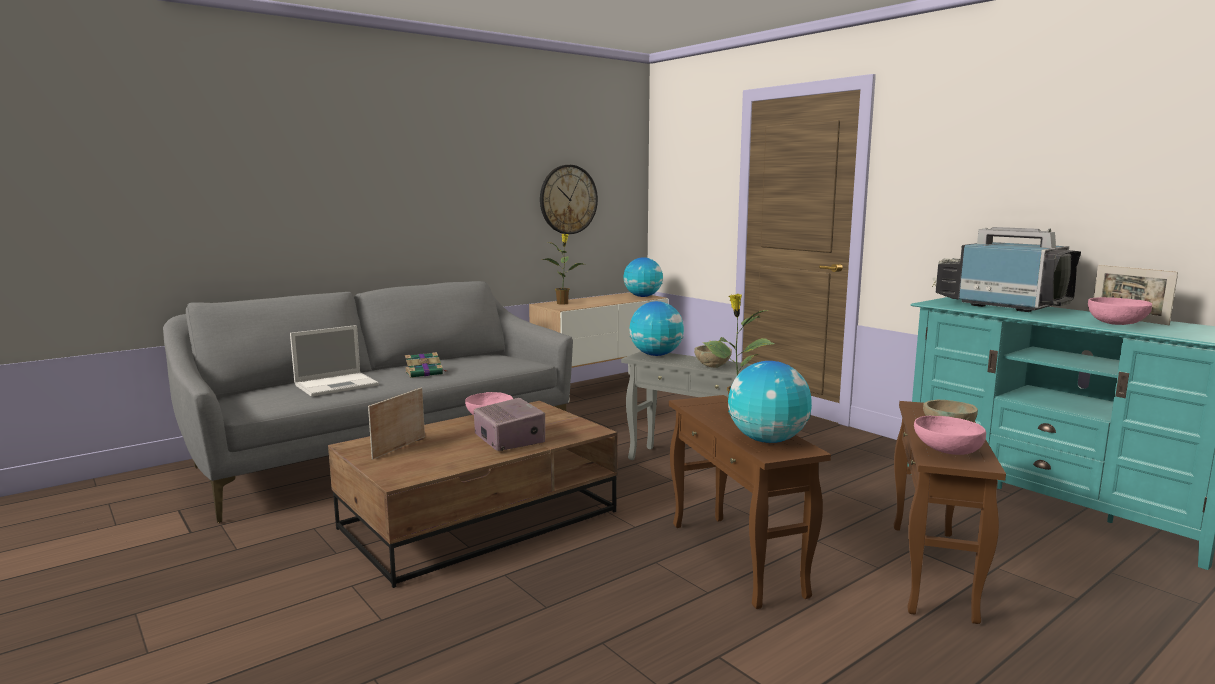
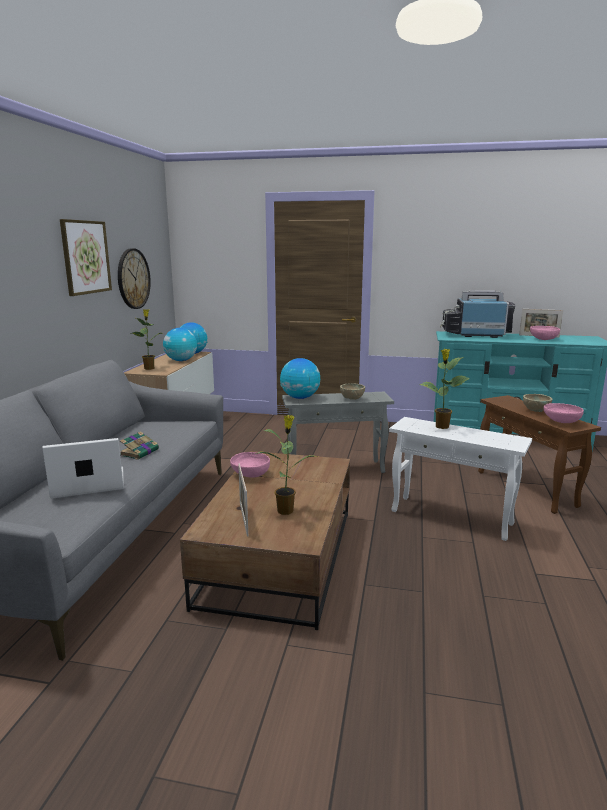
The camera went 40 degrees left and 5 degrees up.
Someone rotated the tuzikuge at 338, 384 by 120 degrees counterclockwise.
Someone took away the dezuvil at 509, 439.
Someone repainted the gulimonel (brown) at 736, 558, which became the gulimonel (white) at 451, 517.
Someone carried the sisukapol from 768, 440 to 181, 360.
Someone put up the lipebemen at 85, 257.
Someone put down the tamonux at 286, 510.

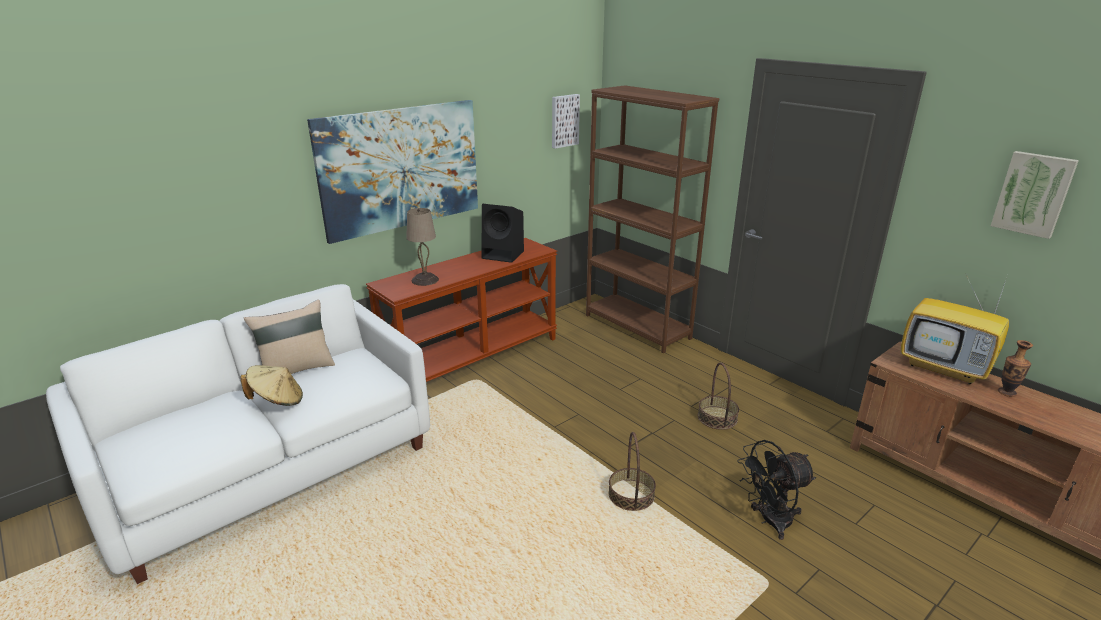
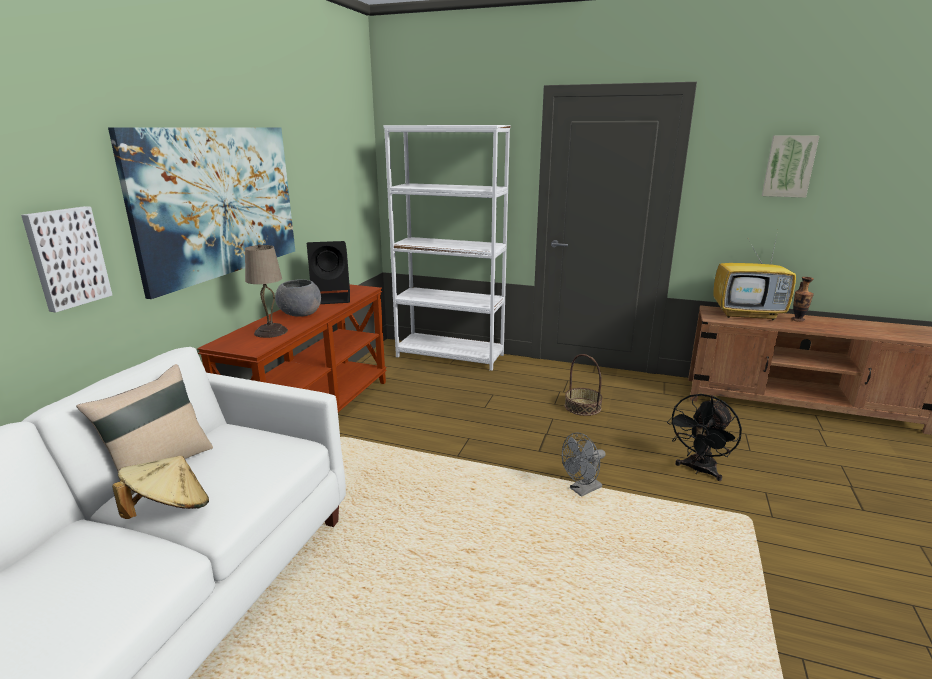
The camera went 30 degrees left and 5 degrees down.
Someone carried the lipebemen from 564, 120 to 66, 257.
Someone repainted the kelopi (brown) at 637, 327, which became the kelopi (white) at 450, 356.
Someone swapped the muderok at 631, 495 for the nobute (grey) at 582, 490.
Someone put down the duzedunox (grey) at 299, 313.

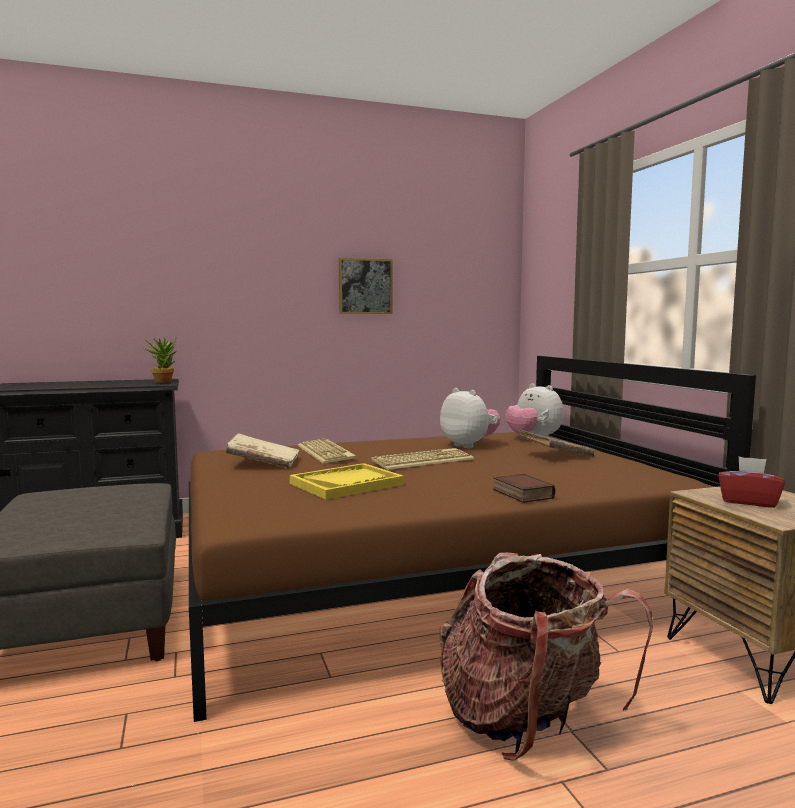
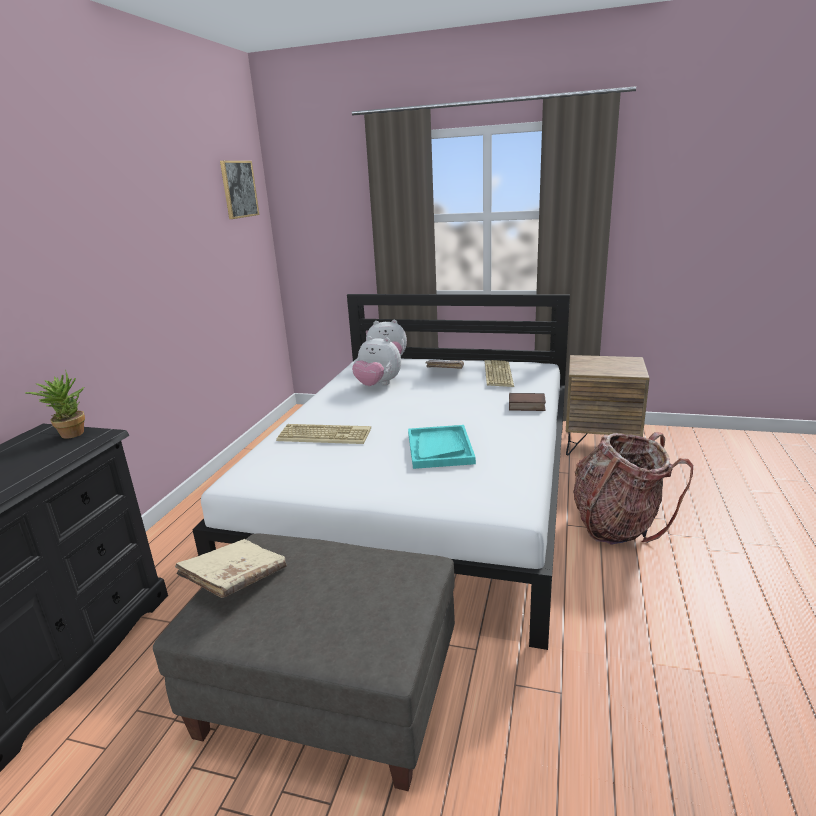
The camera went 55 degrees left and 15 degrees up.
Someone repainted the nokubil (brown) at 429, 578, which became the nokubil (white) at 424, 495.
Someone carried the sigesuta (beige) from 263, 463 to 235, 579.
Someone repainted the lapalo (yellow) at 346, 484, which became the lapalo (turquoise) at 439, 448.
Someone carried the lipebemen from 365, 286 to 239, 189.
Someone carried the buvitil from 422, 460 to 497, 374.
Someone rotated the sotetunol at 469, 445 by 150 degrees counterclockwise.
Someone took away the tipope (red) at 749, 501.

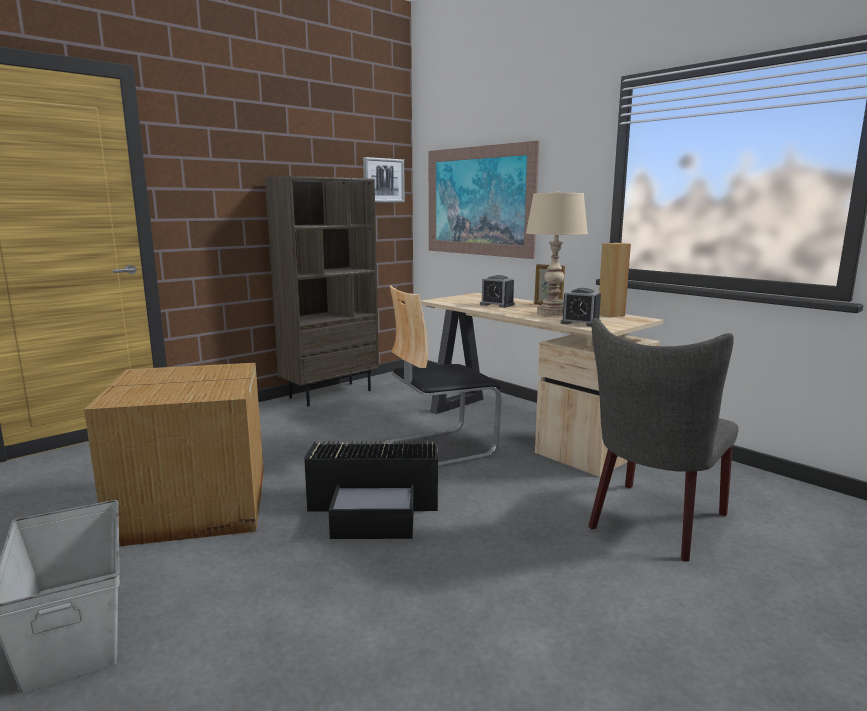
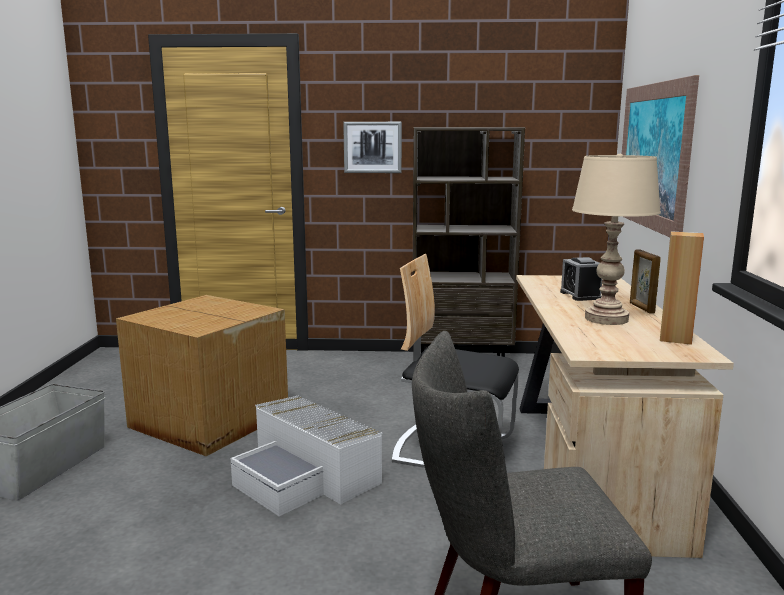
The camera went 45 degrees right and 0 degrees up.
Someone repainted the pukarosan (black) at 376, 506, which became the pukarosan (white) at 306, 476.
Someone carried the lipebemen from 383, 180 to 372, 147.
Someone took away the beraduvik at 580, 323.

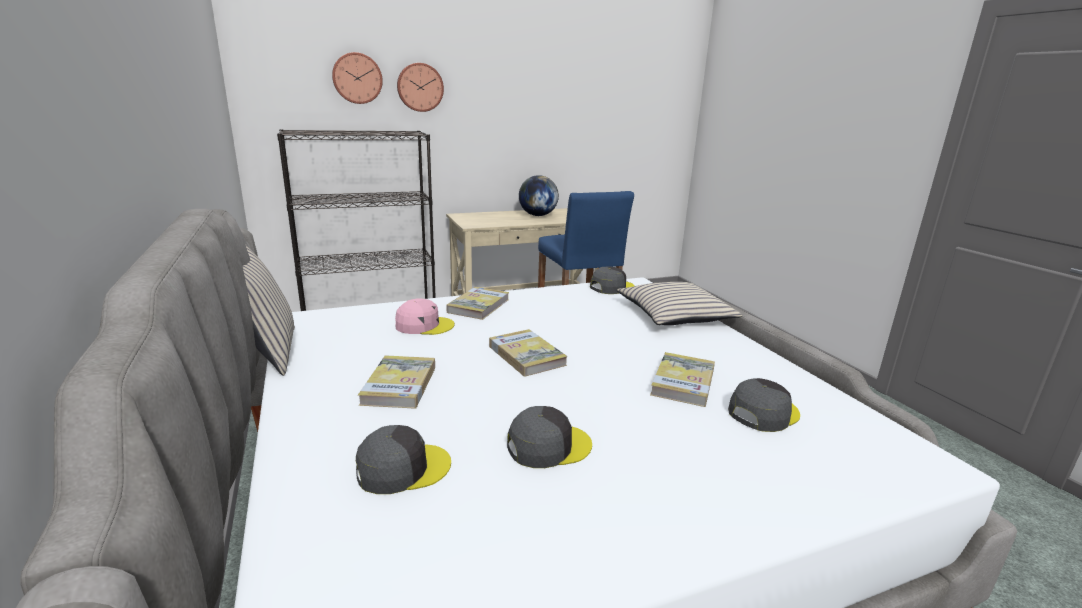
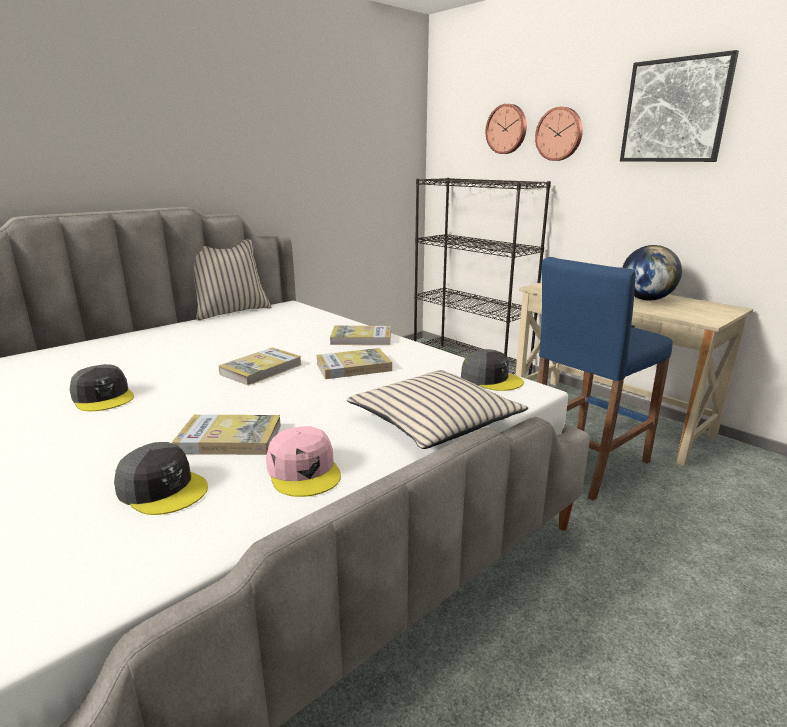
The camera went 70 degrees right and 0 degrees up.
Someone took away the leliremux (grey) at 402, 468.
Someone carried the sigesuta from 399, 385 to 353, 367.
Someone carried the leliremux (pink) from 424, 325 to 304, 471.
Someone put up the lipebemen at 675, 111.

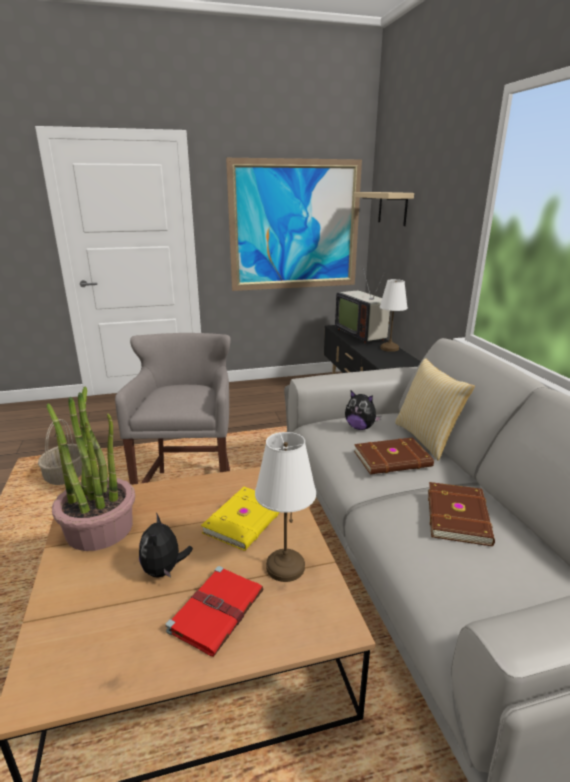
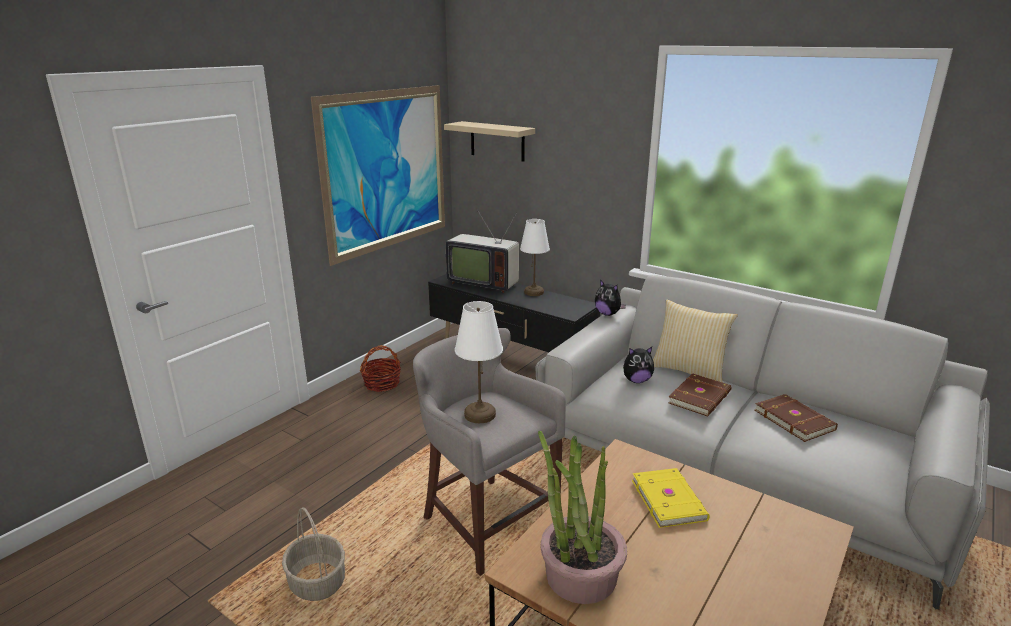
The camera went 40 degrees left and 0 degrees up.
Someone carried the sotetunol from 164, 570 to 608, 314.
Someone took away the sigesuta (red) at 217, 610.
Someone carried the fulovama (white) from 285, 567 to 480, 415.
Someone put down the muderok at 382, 383.

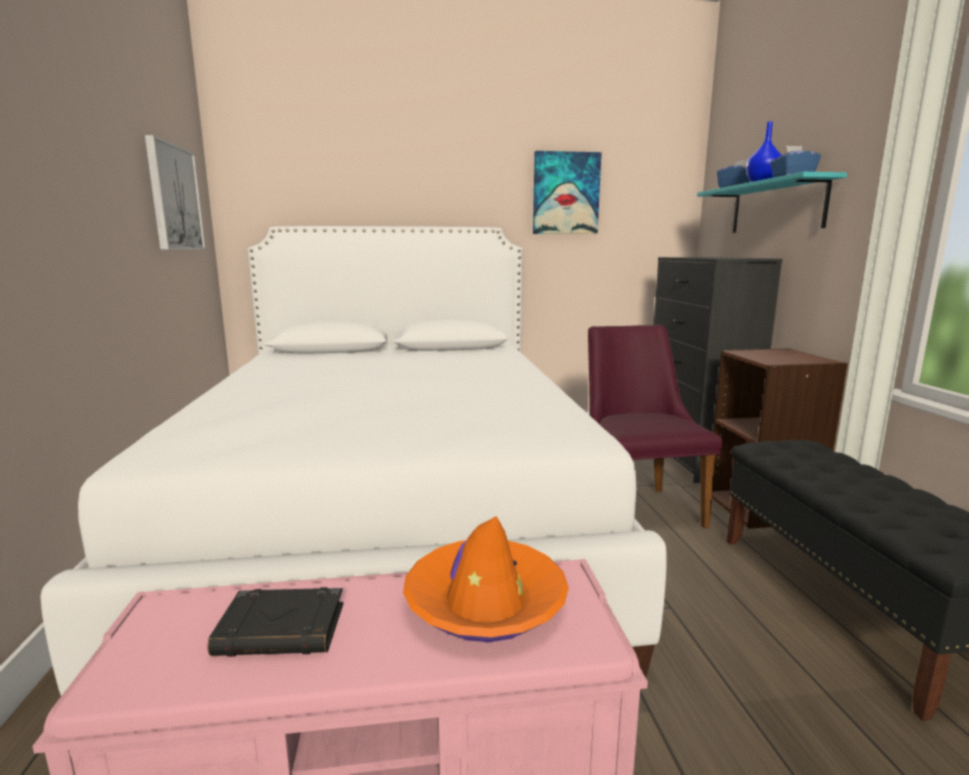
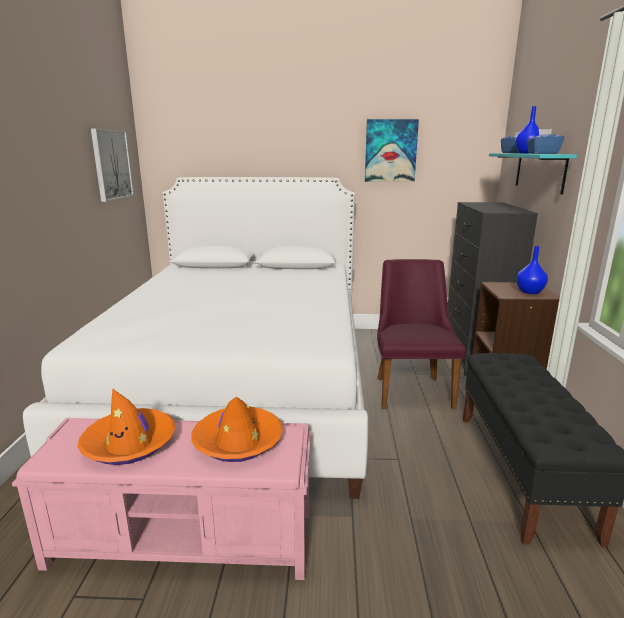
The camera went 10 degrees right and 5 degrees up.
Someone swapped the sigesuta (black) at 283, 629 for the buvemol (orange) at 130, 444.
Someone put down the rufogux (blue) at 529, 292.

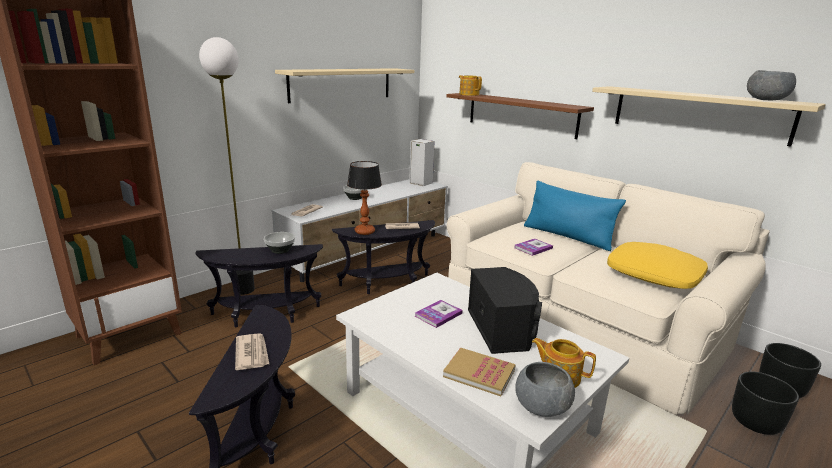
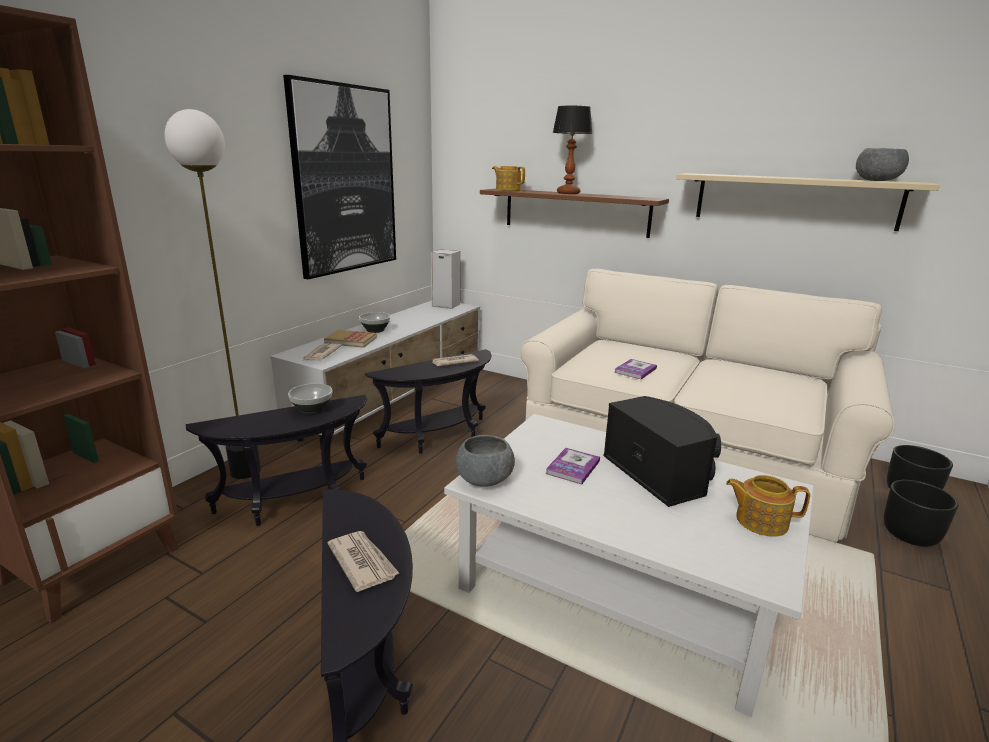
The camera went 15 degrees left and 0 degrees up.
Someone swapped the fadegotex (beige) at 341, 84 for the lipebemen at 345, 180.
Someone carried the fulovama from 365, 232 to 568, 193.
Someone carried the sigesuta from 479, 373 to 351, 340.
Someone carried the duzedunox (grey) from 541, 406 to 484, 479.
Someone took away the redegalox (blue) at 567, 236.
Someone took away the redegalox (yellow) at 654, 275.

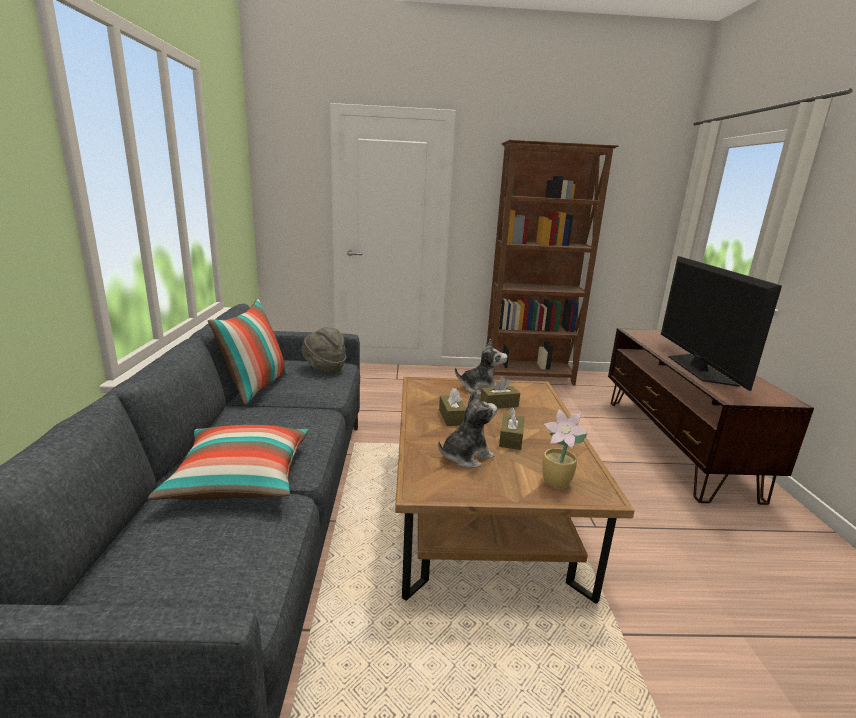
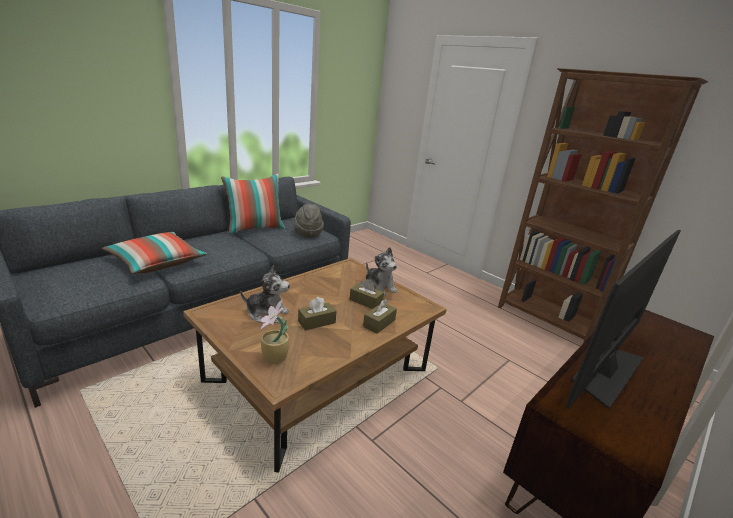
The camera went 45 degrees right and 5 degrees up.
Someone carried the tipope (brown) from 452, 417 to 379, 323.

